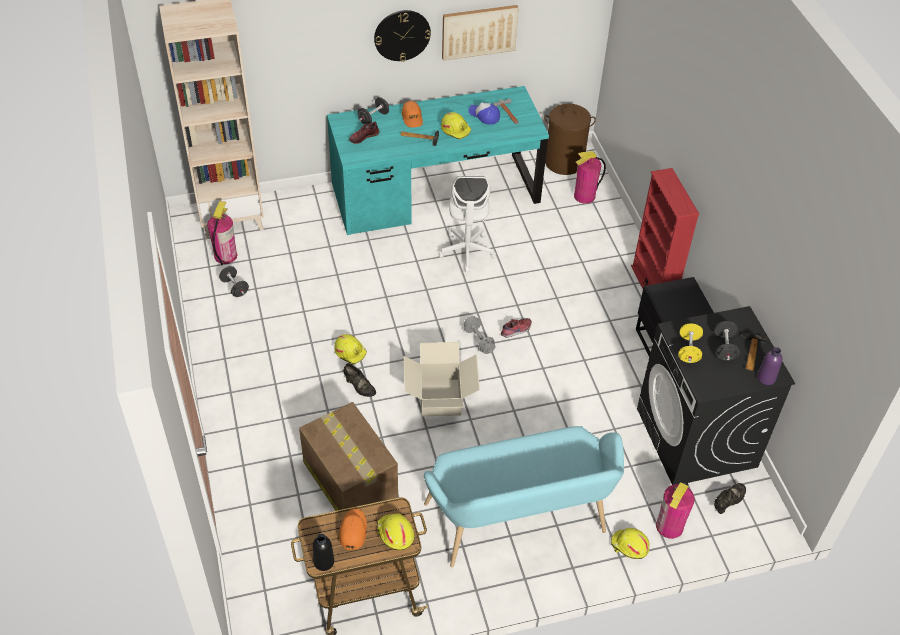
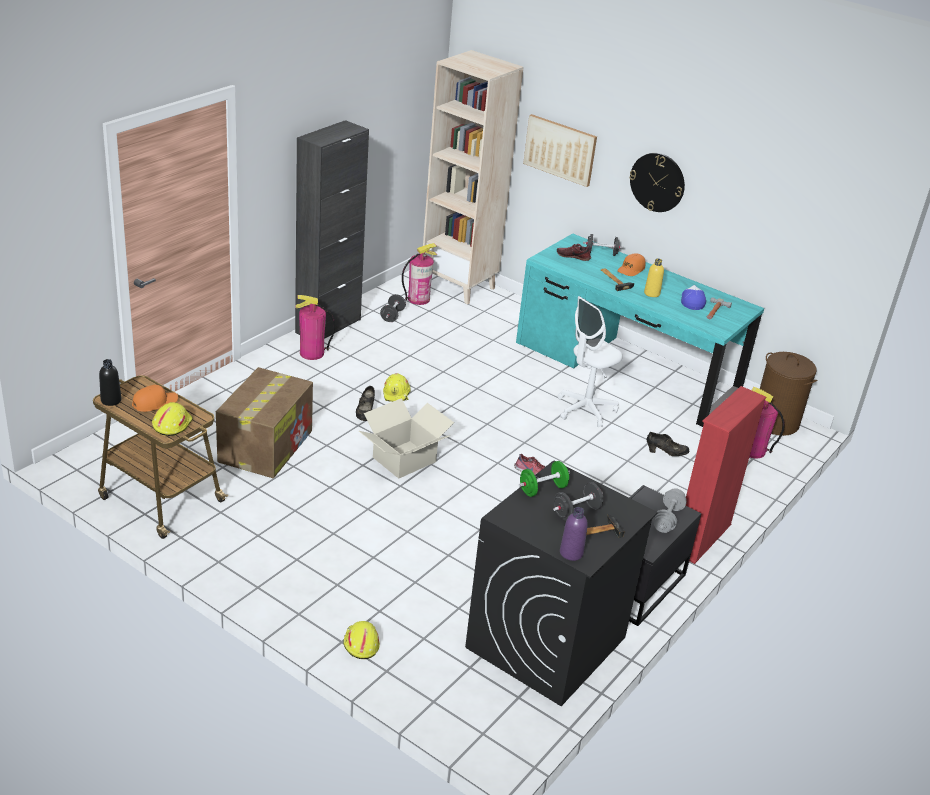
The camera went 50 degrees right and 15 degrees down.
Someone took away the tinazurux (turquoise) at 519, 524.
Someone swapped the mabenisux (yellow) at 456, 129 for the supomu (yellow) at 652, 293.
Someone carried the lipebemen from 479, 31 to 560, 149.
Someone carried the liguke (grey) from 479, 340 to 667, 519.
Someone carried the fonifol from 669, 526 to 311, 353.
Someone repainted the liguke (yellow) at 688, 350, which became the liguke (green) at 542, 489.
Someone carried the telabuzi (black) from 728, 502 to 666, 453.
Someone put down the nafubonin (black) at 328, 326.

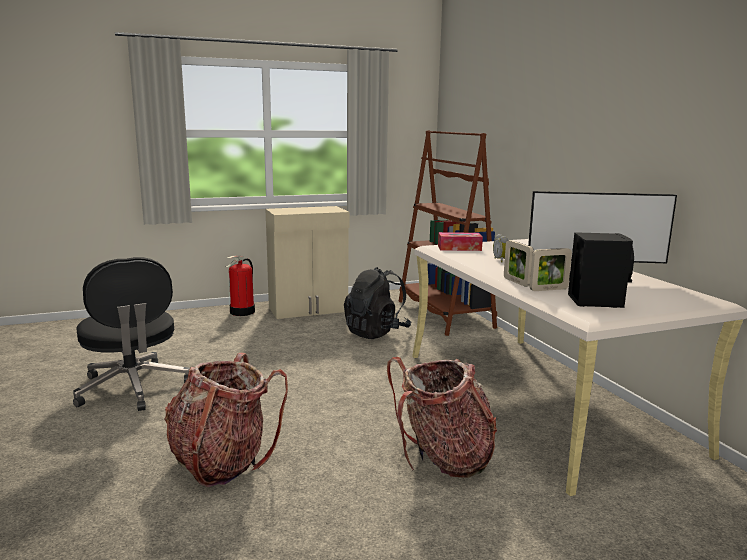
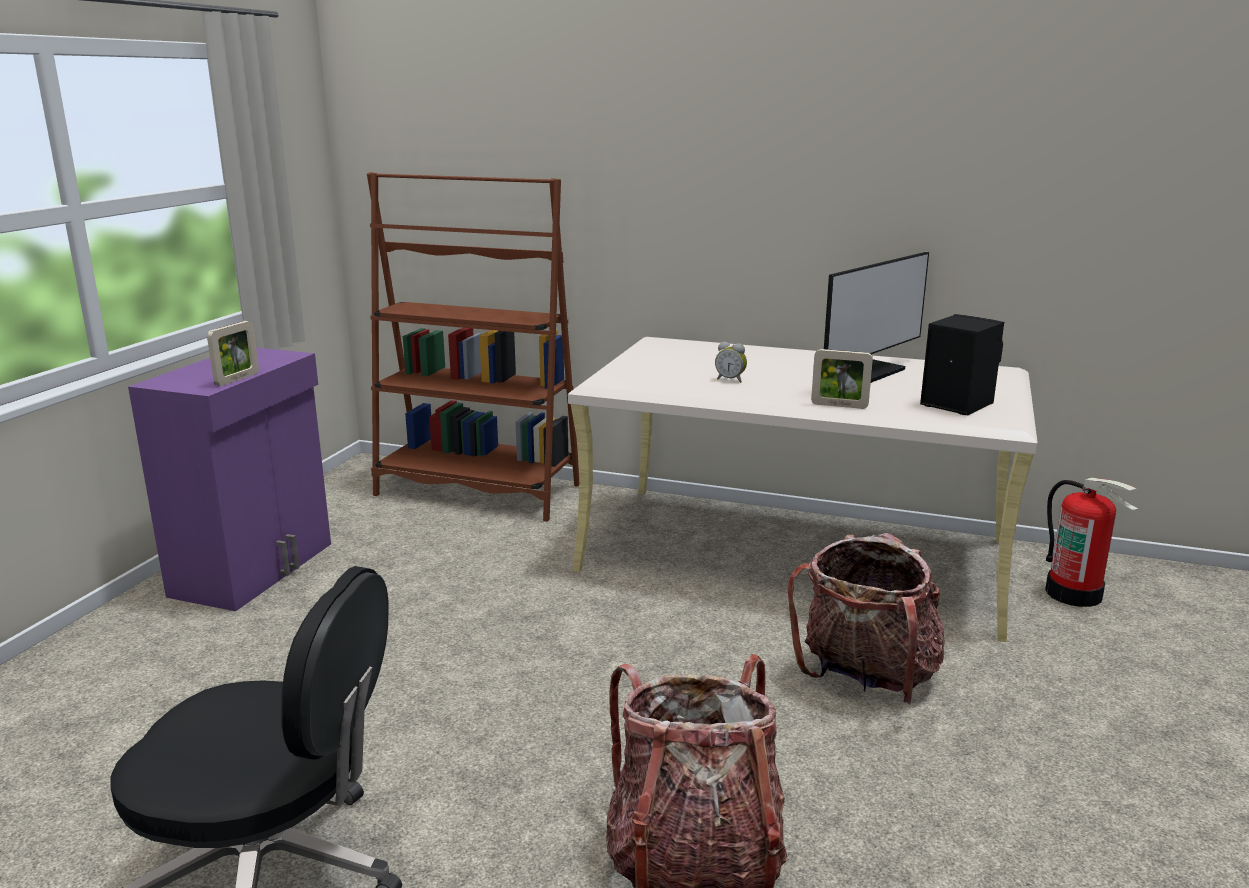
The camera went 50 degrees left and 5 degrees up.
Someone carried the fonifol from 242, 312 to 1074, 593.
Someone repainted the nafubonin (beige) at 309, 309, which became the nafubonin (purple) at 256, 569.
Someone took away the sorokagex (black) at 376, 332.
Someone took away the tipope at 459, 248.
Someone carried the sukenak from 548, 289 to 237, 379.

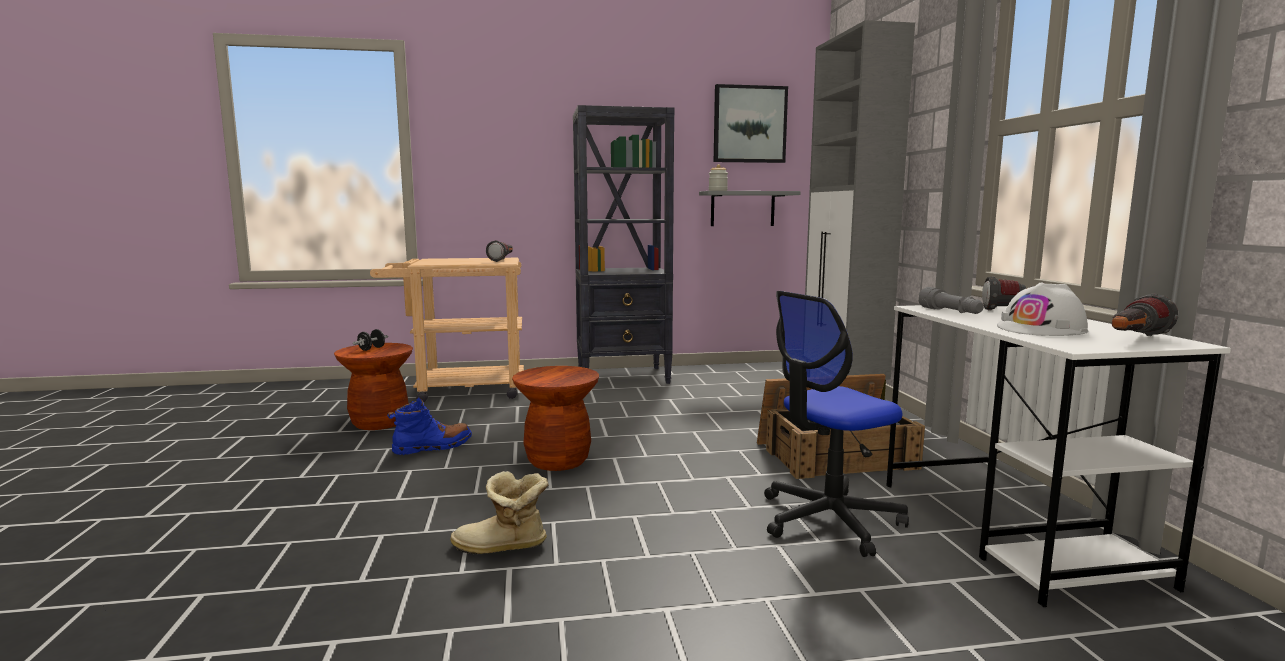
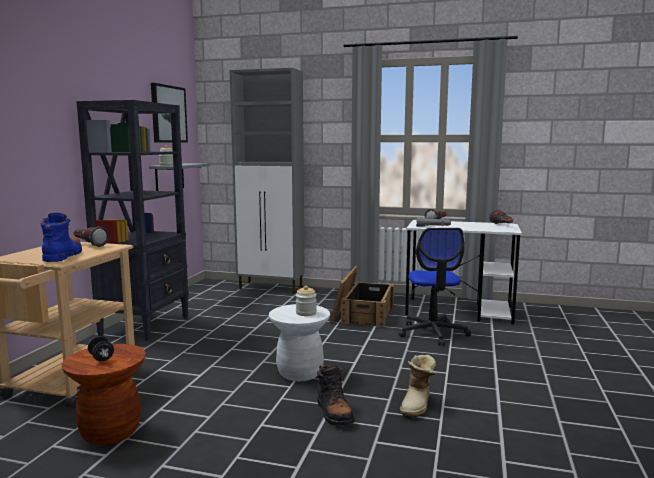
The camera went 65 degrees left and 0 degrees up.
Someone carried the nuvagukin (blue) from 433, 447 to 63, 256.
Someone repainted the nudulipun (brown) at 558, 460, which became the nudulipun (white) at 300, 373.
Someone took away the mabenisux (white) at 1041, 329.
Someone put down the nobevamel at 306, 313.
Someone put down the nuvagukin (black) at 334, 413.

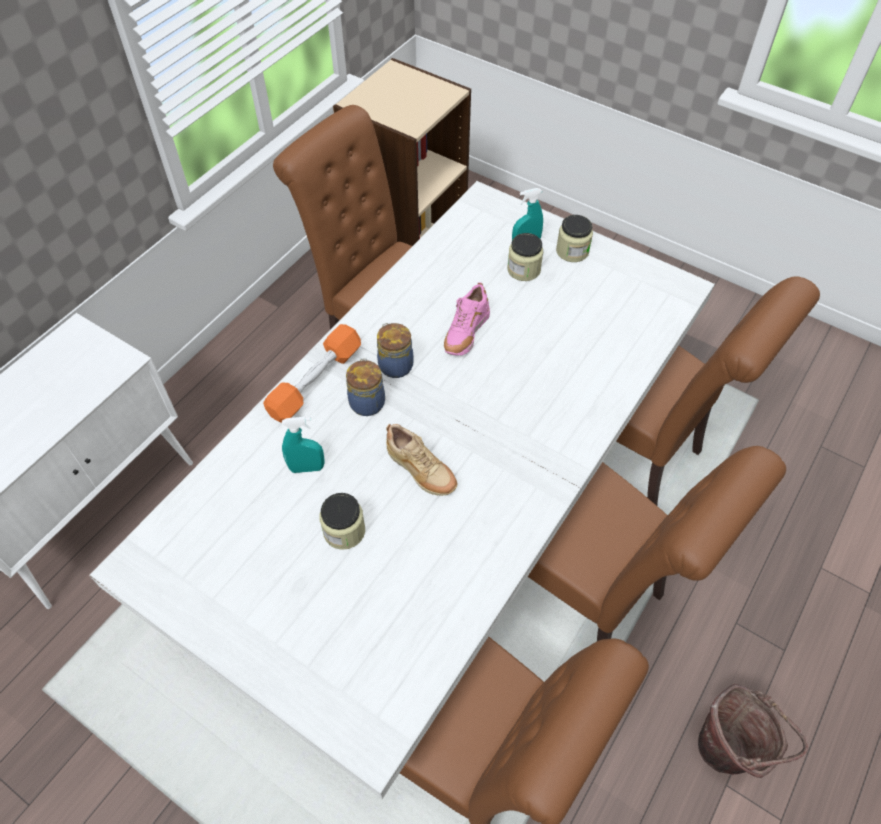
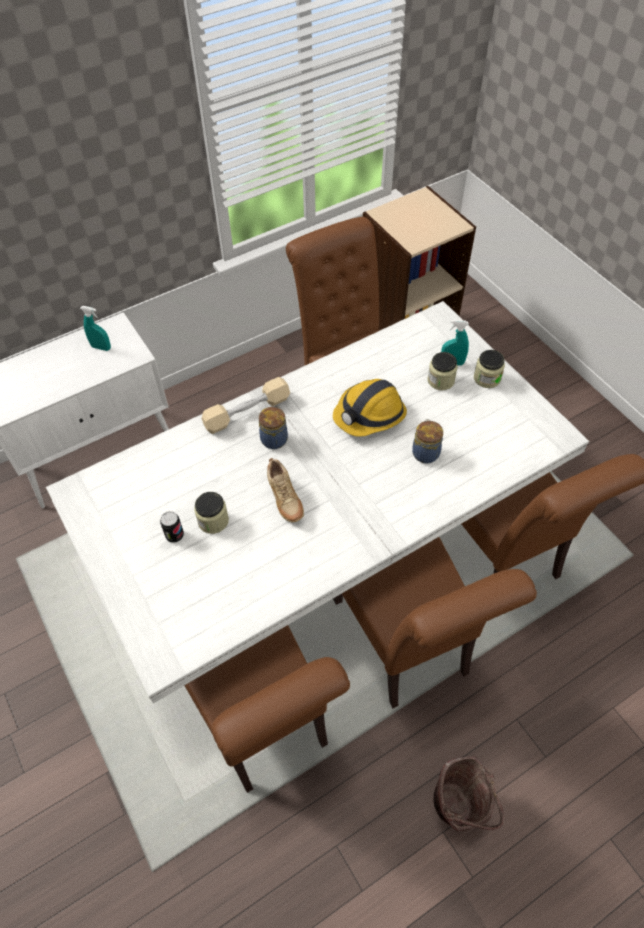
The camera went 25 degrees right and 0 degrees up.
Someone repainted the liguke (orange) at 315, 382, which became the liguke (beige) at 247, 412.
Someone carried the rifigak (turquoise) from 307, 468 to 101, 347.
Someone carried the nobevamel from 395, 365 to 425, 452.
Someone swapped the telabuzi (pink) at 465, 335 for the mabenisux at 369, 415.
Someone put down the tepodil at 174, 535.

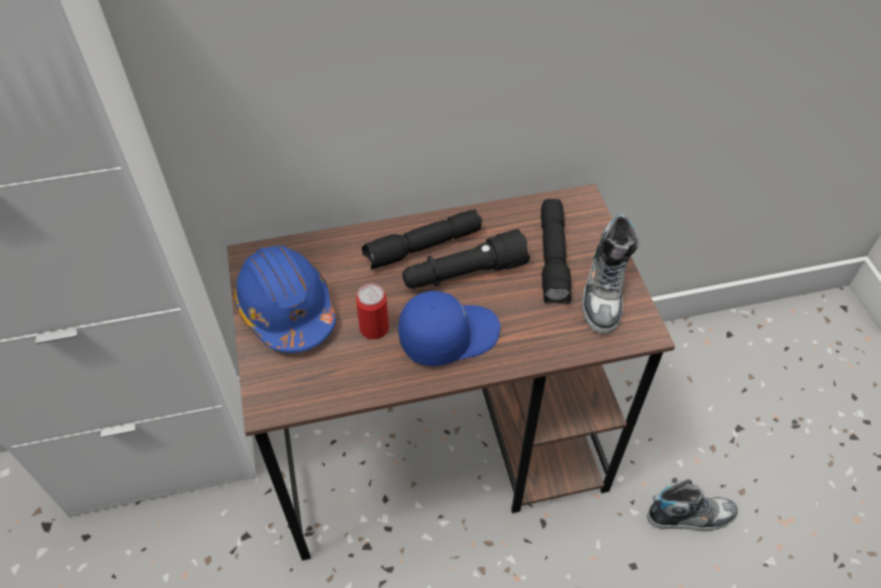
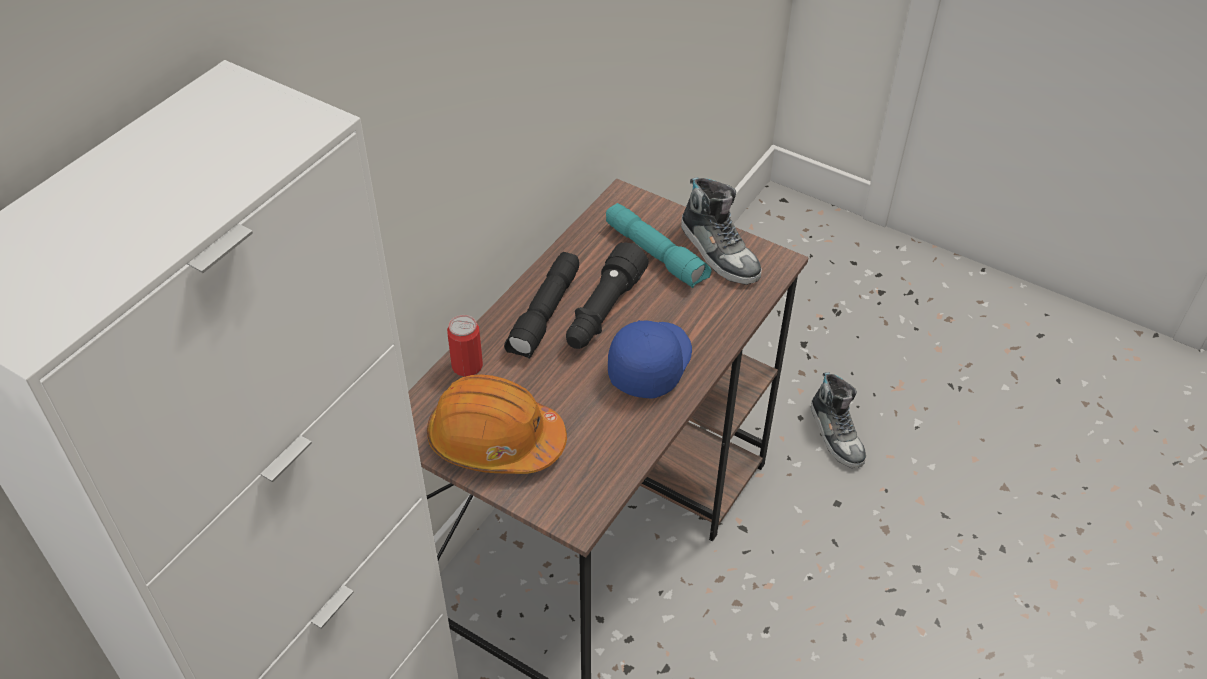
The camera went 45 degrees left and 5 degrees down.
Someone repainted the mabenisux (blue) at 286, 309, which became the mabenisux (orange) at 495, 441.
Someone carried the tepodil from 374, 328 to 467, 365.
Someone repainted the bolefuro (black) at 554, 259, which became the bolefuro (turquoise) at 657, 254.
Someone rotated the telabuzi at 690, 515 by 120 degrees clockwise.

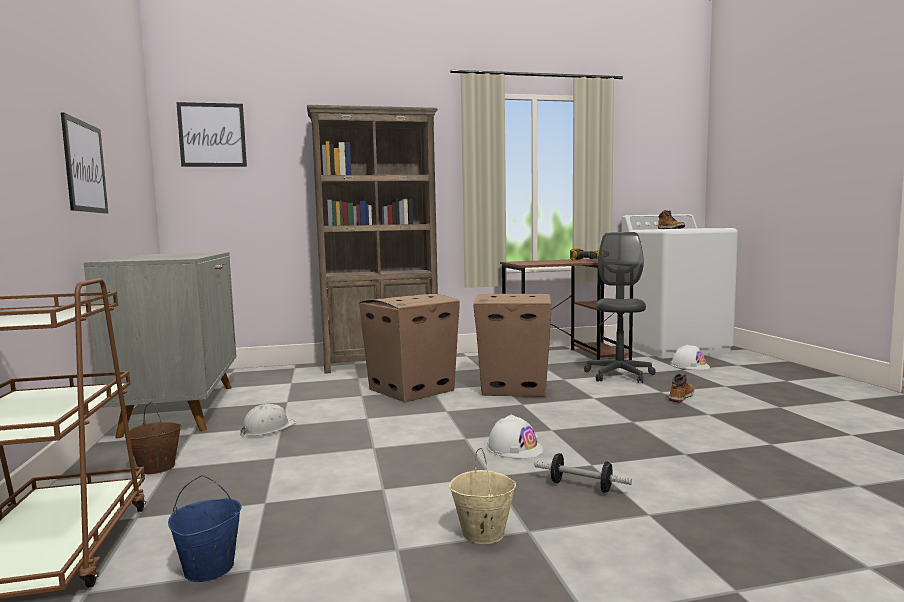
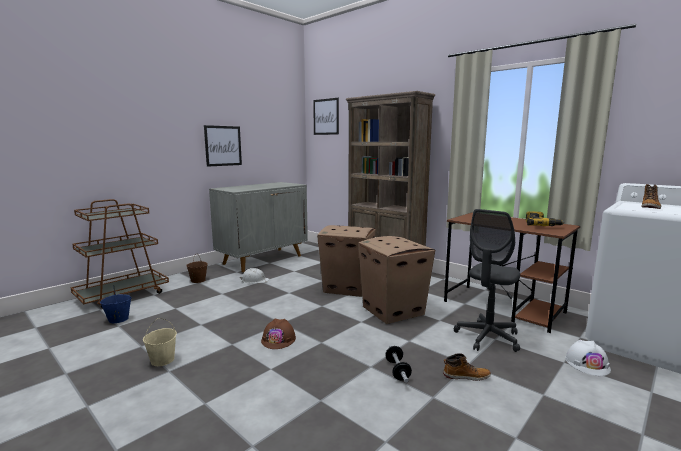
The camera went 55 degrees right and 5 degrees up.
Someone repainted the mabenisux (white) at 514, 448, which became the mabenisux (brown) at 278, 339.
Someone carried the liguke from 581, 486 to 397, 370.
Someone rotated the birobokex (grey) at 619, 375 by 150 degrees clockwise.

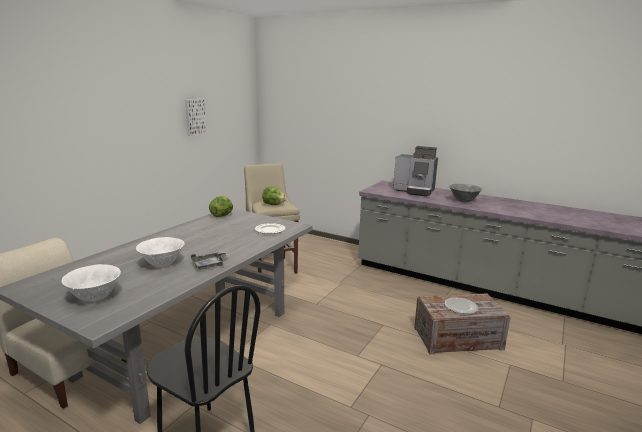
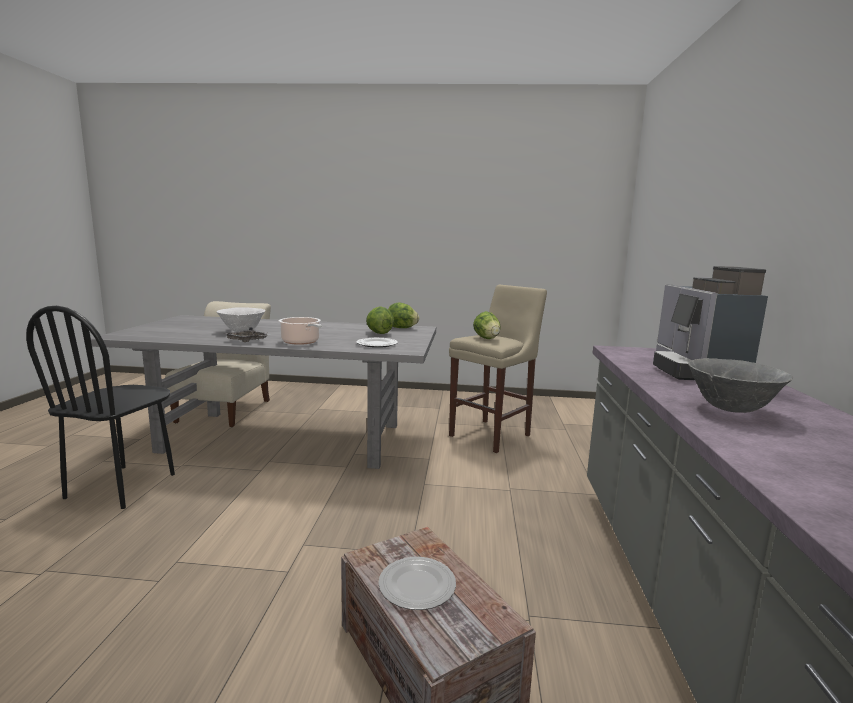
The camera went 65 degrees right and 5 degrees down.
Someone took away the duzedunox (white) at 95, 298.
Someone took away the lipebemen at 195, 117.
Someone put down the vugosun at 301, 342.
Someone put down the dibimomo at 379, 333.

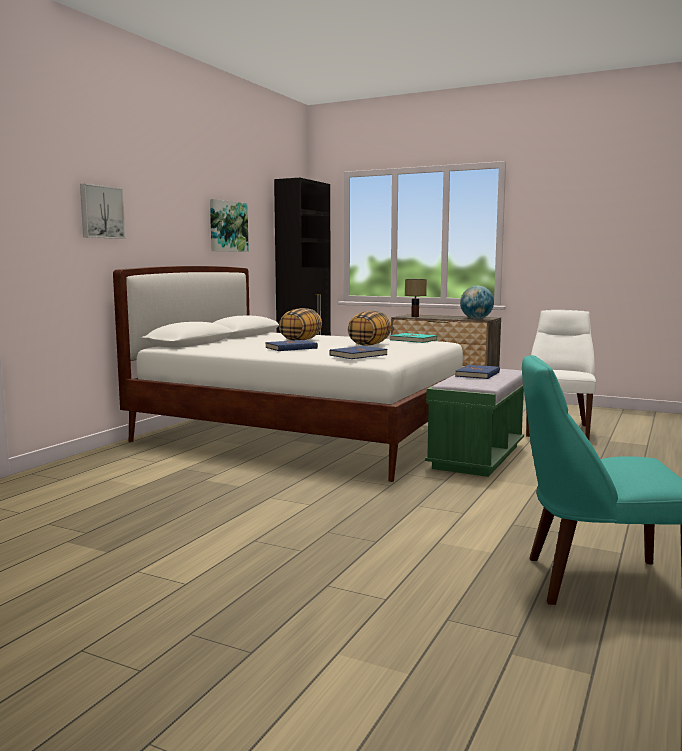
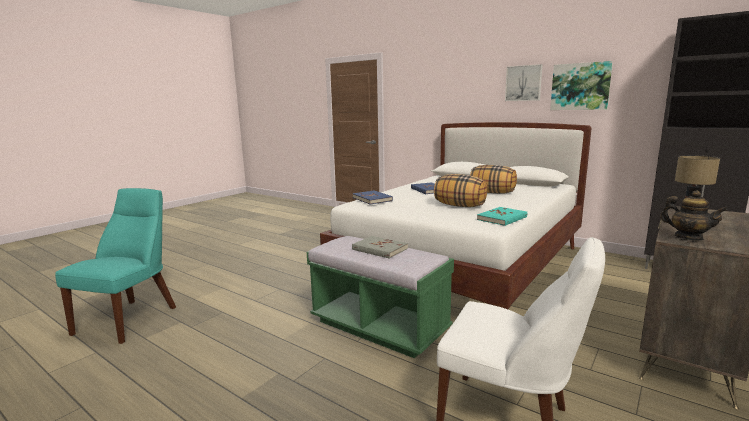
The camera went 100 degrees right and 5 degrees up.
Someone carried the lipebemen from 101, 212 to 523, 83.
Someone repainted the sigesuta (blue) at 478, 374, which became the sigesuta (grey) at 379, 249.
Someone swapped the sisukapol at 476, 319 for the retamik at 688, 237.

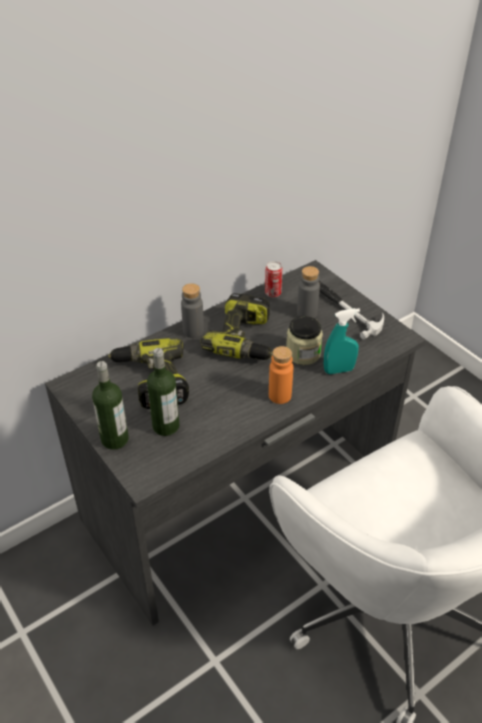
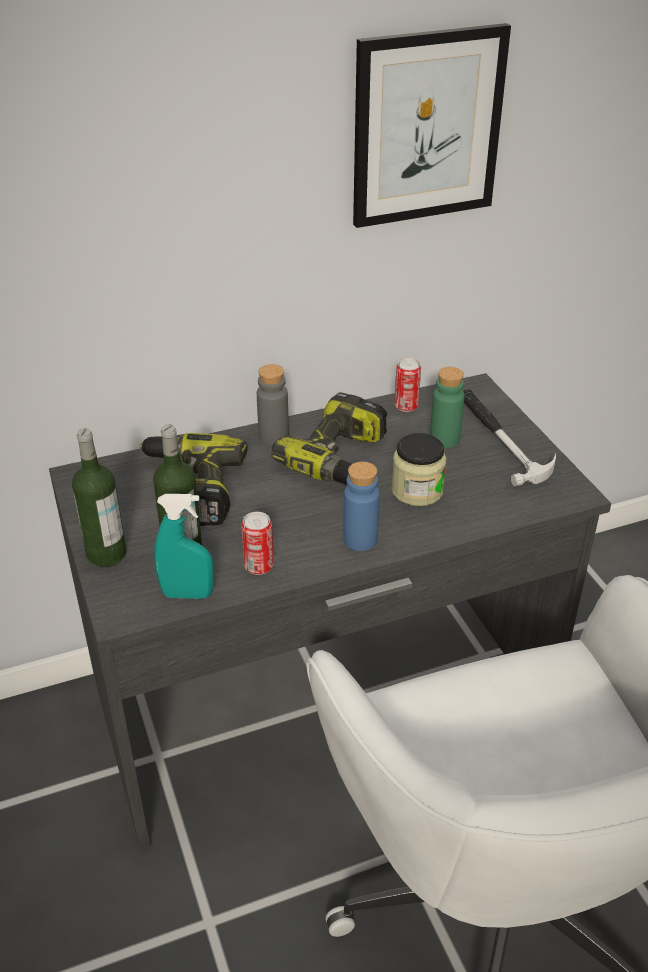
The camera went 15 degrees right and 5 degrees down.
Someone repainted the supomu (orange) at 280, 395, which became the supomu (blue) at 360, 540.
Someone repainted the supomu (grey) at 307, 313, which became the supomu (green) at 444, 439.
Someone carried the rifigak (turquoise) from 338, 370 to 187, 594.
Someone put down the tepodil at 258, 566.
Someone put up the lipebemen at 427, 127.

